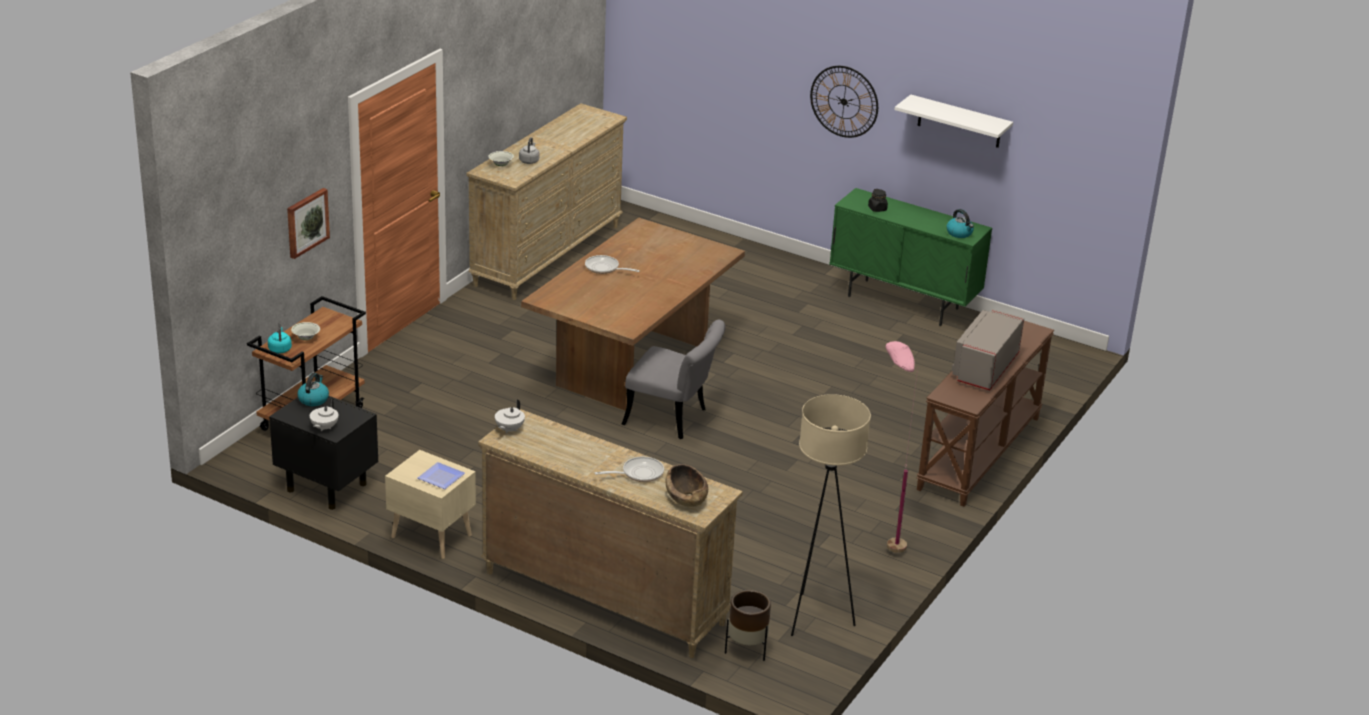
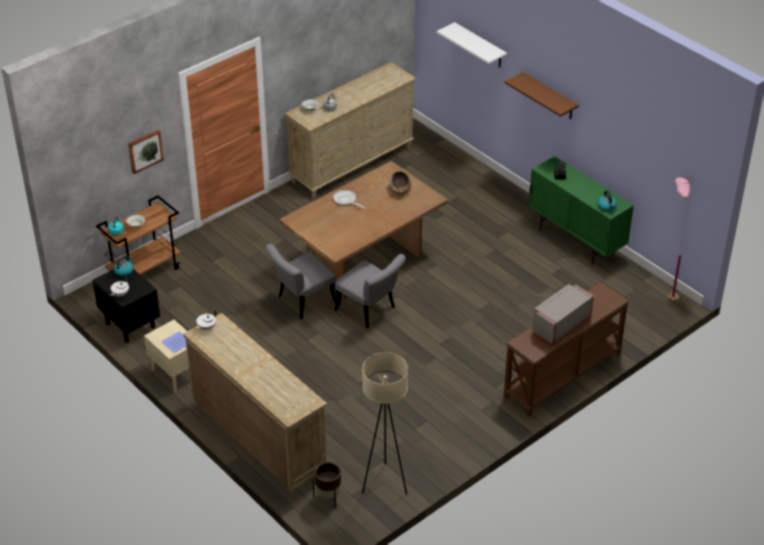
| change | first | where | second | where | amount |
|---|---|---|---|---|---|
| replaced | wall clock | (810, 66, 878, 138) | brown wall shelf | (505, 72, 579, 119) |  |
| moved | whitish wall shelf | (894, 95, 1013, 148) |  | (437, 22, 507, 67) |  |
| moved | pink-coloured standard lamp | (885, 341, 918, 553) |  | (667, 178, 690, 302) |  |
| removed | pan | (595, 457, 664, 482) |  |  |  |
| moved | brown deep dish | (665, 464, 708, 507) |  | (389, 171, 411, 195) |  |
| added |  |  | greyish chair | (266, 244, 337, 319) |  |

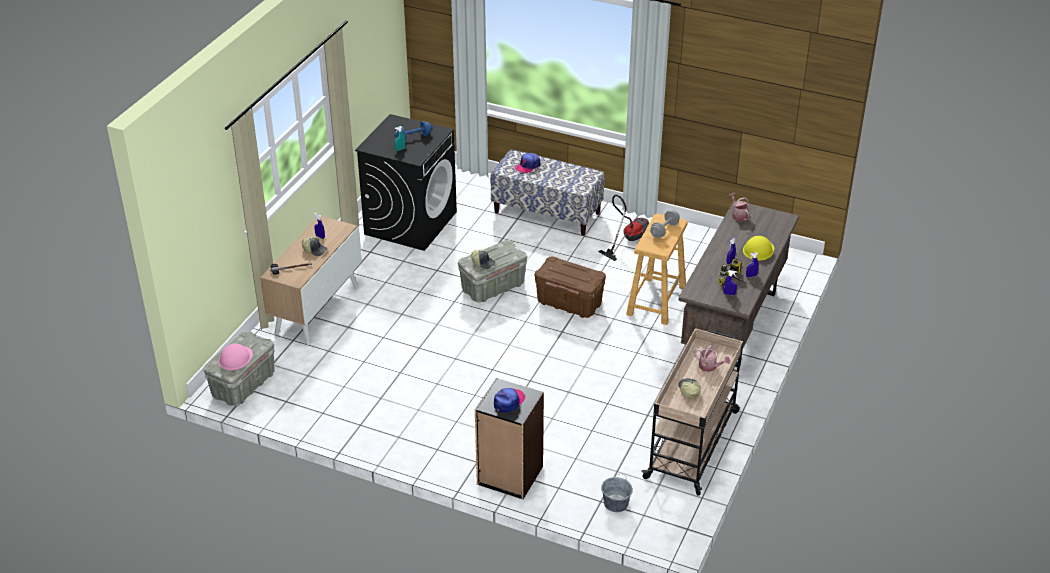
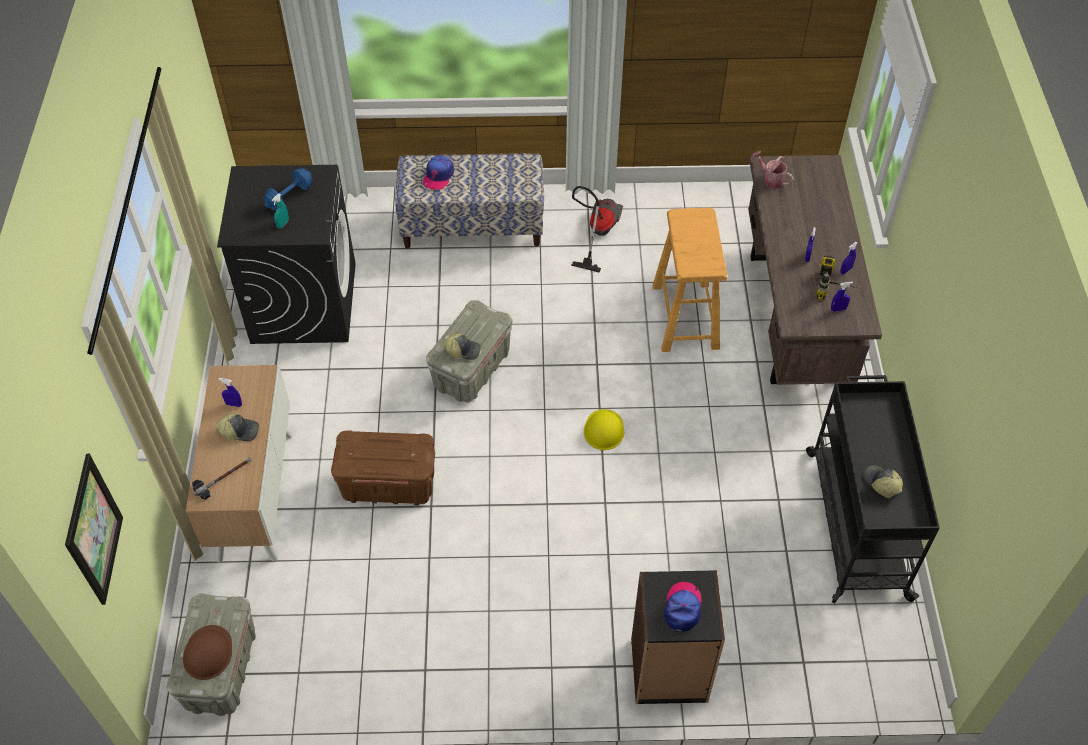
| change | first | where | second | where | amount |
|---|---|---|---|---|---|
| removed | greyish hand weight | (650, 210, 680, 238) |  |  |  |
| moved | yellow work helmet | (743, 236, 774, 261) |  | (584, 409, 624, 450) |  |
| moved | brown storage bin | (535, 256, 606, 318) |  | (331, 431, 435, 506) |  |
| recoloured | sand-coloured wheeled cart | (641, 328, 743, 495) | black-coloured wheeled cart | (806, 375, 940, 604) |  |
| recoloured | pink-coloured work helmet | (218, 343, 253, 370) | brown work helmet | (183, 625, 232, 680) |  |
| removed | watering can | (693, 345, 730, 372) |  |  |  |
| removed | greyish water bucket | (601, 474, 633, 512) |  |  |  |
| added |  |  | wall picture | (65, 454, 123, 605) |  |

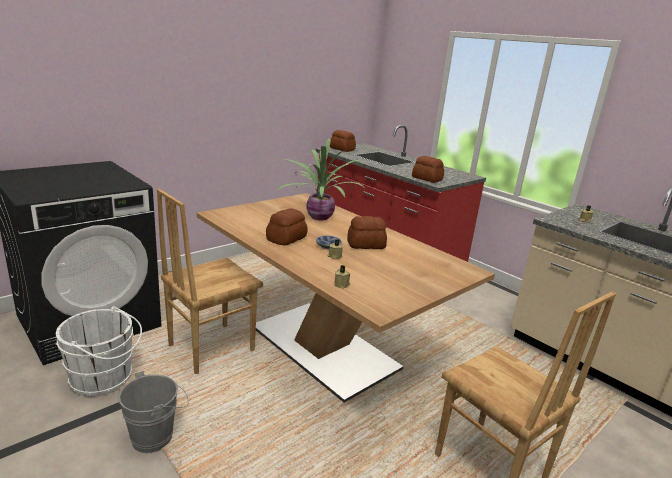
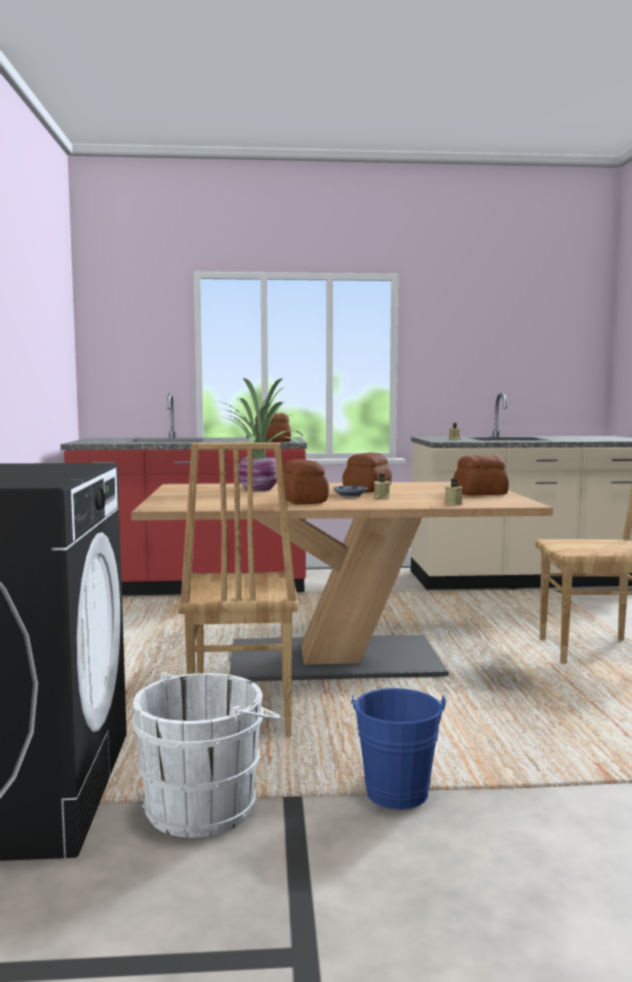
| change | first | where | second | where | amount |
|---|---|---|---|---|---|
| moved | bread | (330, 130, 356, 152) |  | (454, 455, 509, 495) |  |
| recoloured | greyish water bucket | (118, 371, 189, 453) | bluish water bucket | (351, 688, 446, 810) |  |

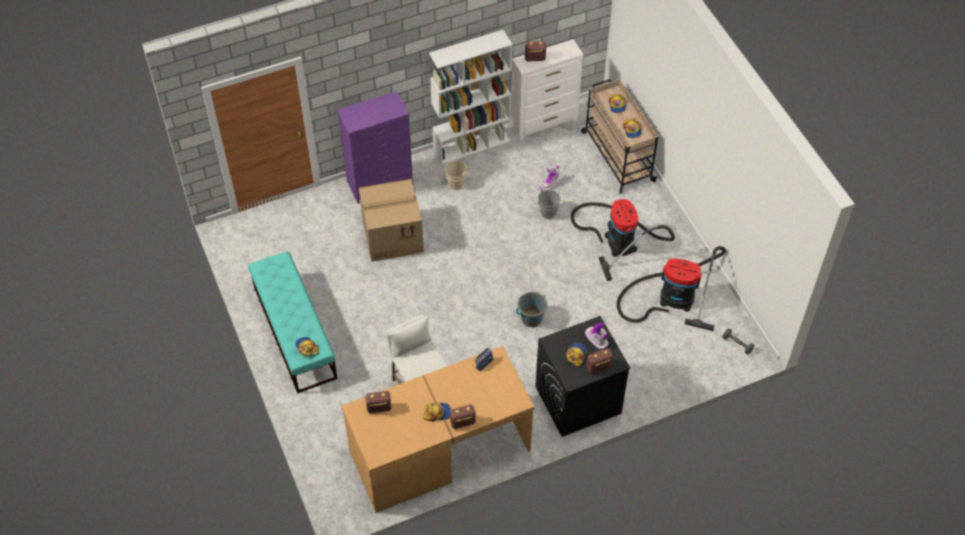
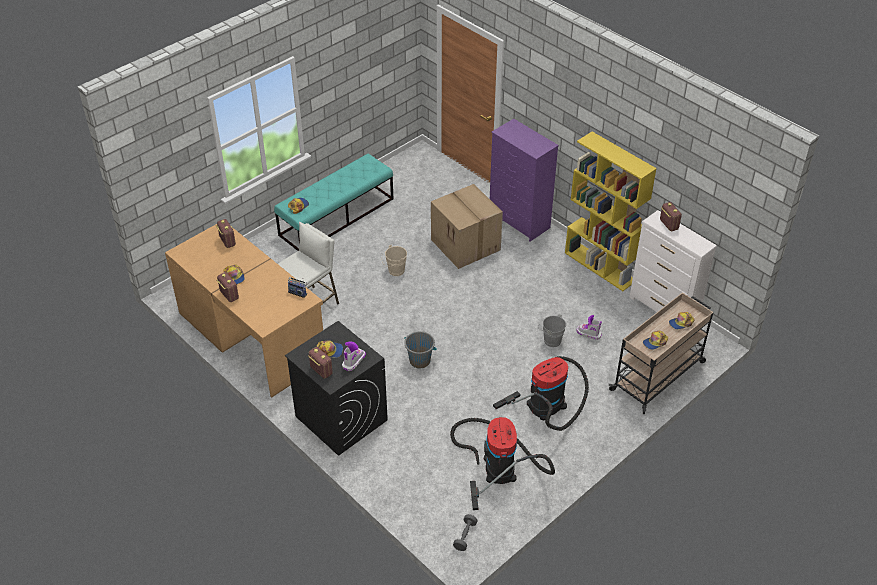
| change | first | where | second | where | amount |
|---|---|---|---|---|---|
| recoloured | whitish bookshelf | (429, 30, 512, 165) | yellow bookshelf | (565, 132, 657, 291) |  |
| moved | sand-coloured water bucket | (444, 160, 468, 190) |  | (381, 245, 407, 276) |  |

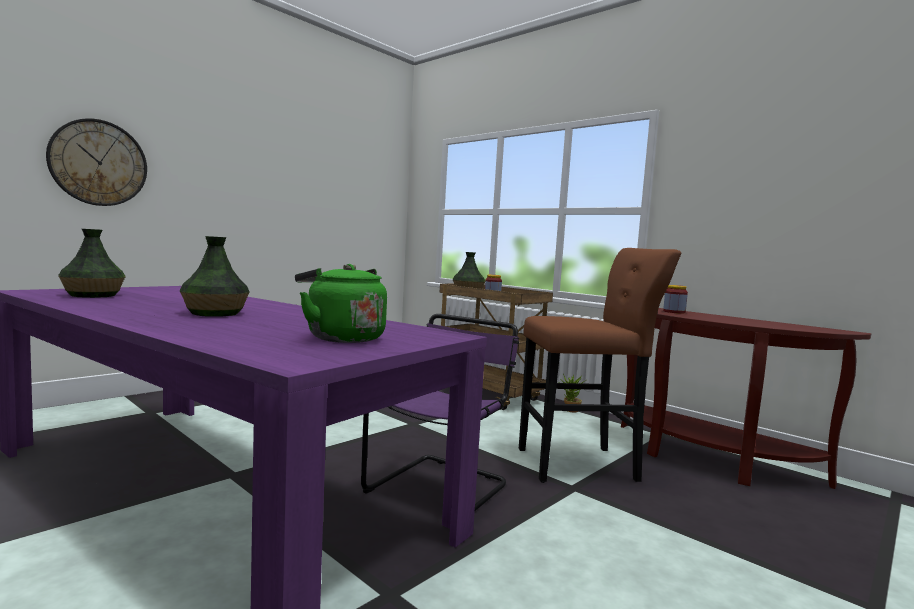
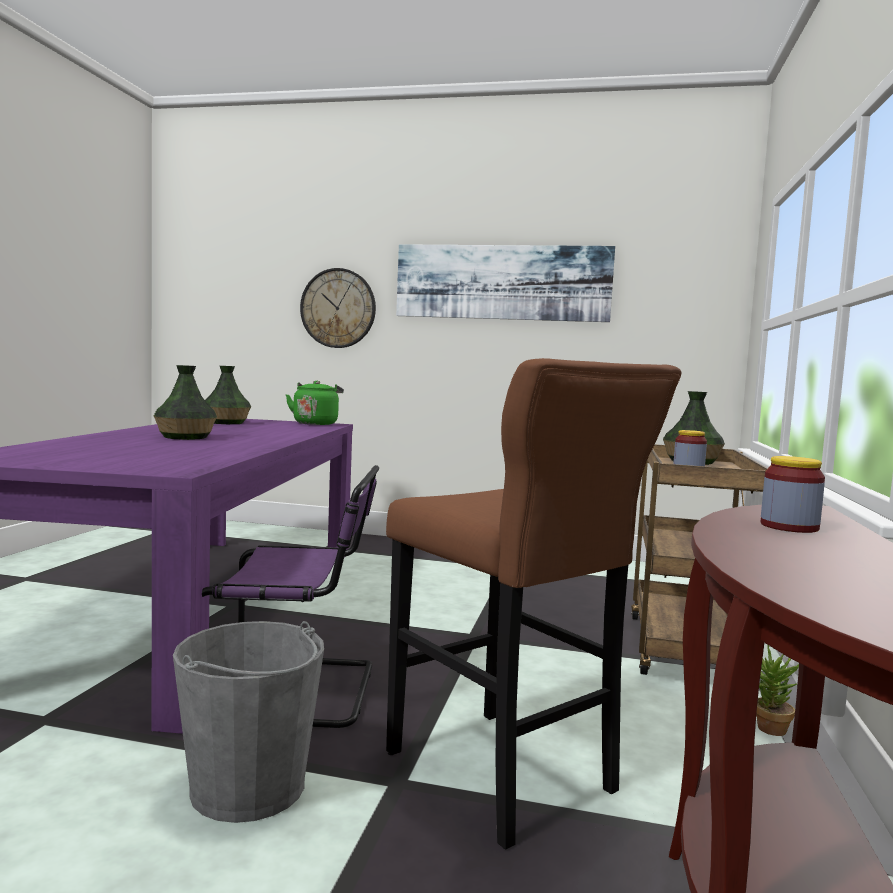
| change | first | where | second | where | amount |
|---|---|---|---|---|---|
| moved | green water kettle | (295, 264, 387, 343) |  | (286, 381, 344, 425) |  |
| added |  |  | wall picture | (396, 244, 615, 322) |  |
| added |  |  | greyish water bucket | (173, 621, 324, 823) |  |

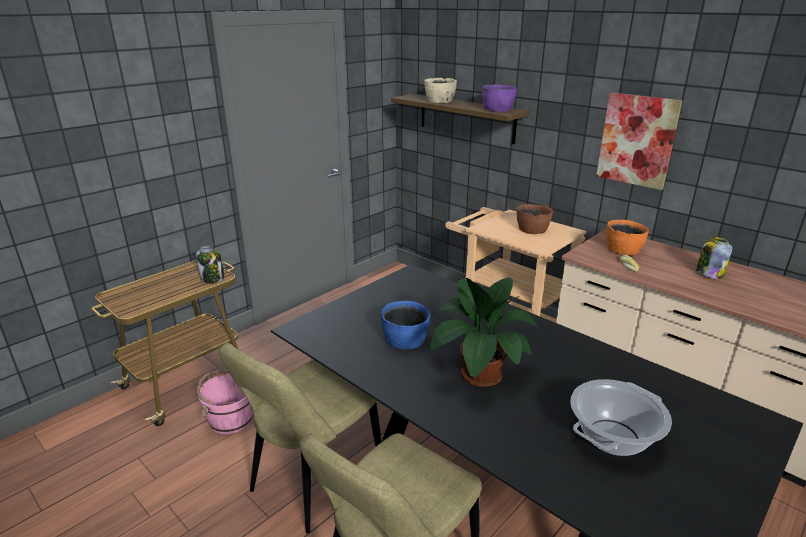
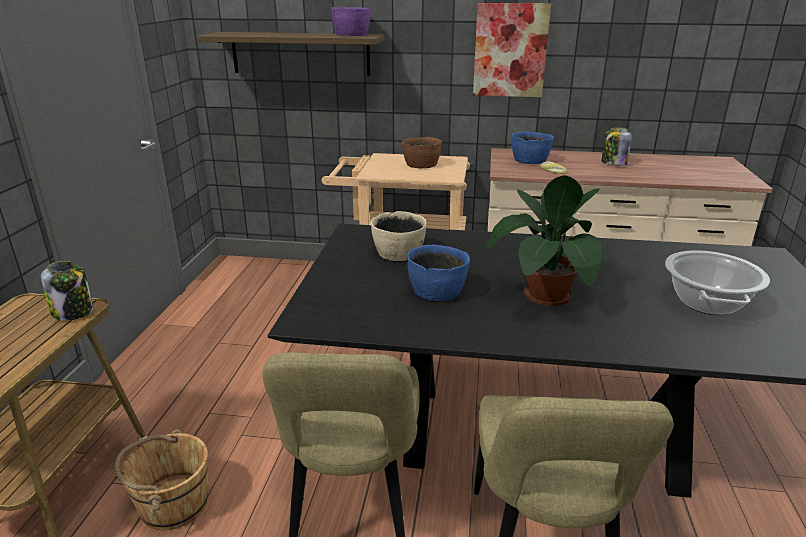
| change | first | where | second | where | amount |
|---|---|---|---|---|---|
| moved | sand-coloured deep dish | (424, 78, 457, 103) |  | (371, 211, 427, 261) |  |
| recoloured | orange-coloured deep dish | (606, 220, 649, 255) | bluish deep dish | (512, 131, 554, 164) |  |
| recoloured | pink-coloured water bucket | (197, 370, 253, 434) | brown water bucket | (115, 429, 208, 530) |  |

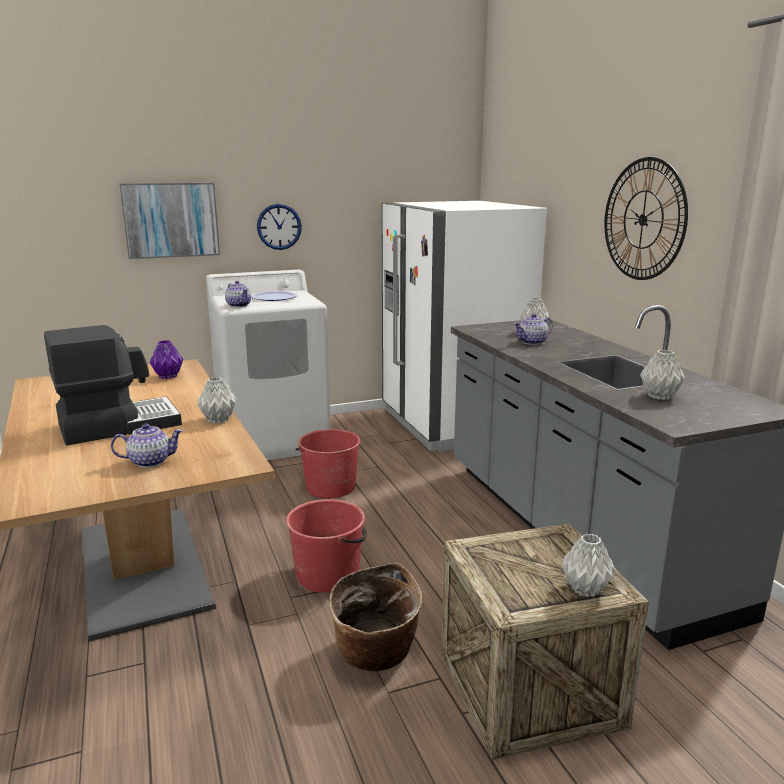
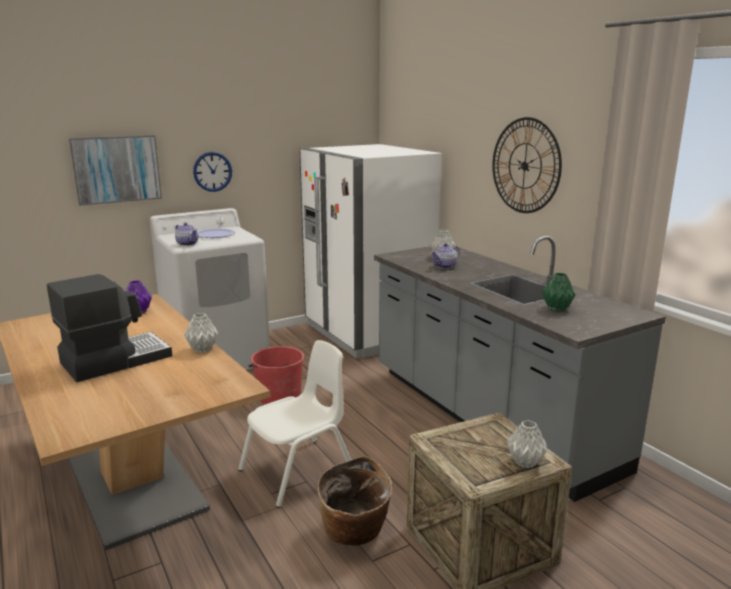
| change | first | where | second | where | amount |
|---|---|---|---|---|---|
| recoloured | greyish vase | (640, 350, 685, 400) | green vase | (542, 273, 576, 311) |  |
| removed | tea pot | (111, 423, 183, 468) |  |  |  |
| replaced | red-coloured water bucket | (286, 499, 367, 593) | whitish chair | (238, 340, 351, 508) |  |

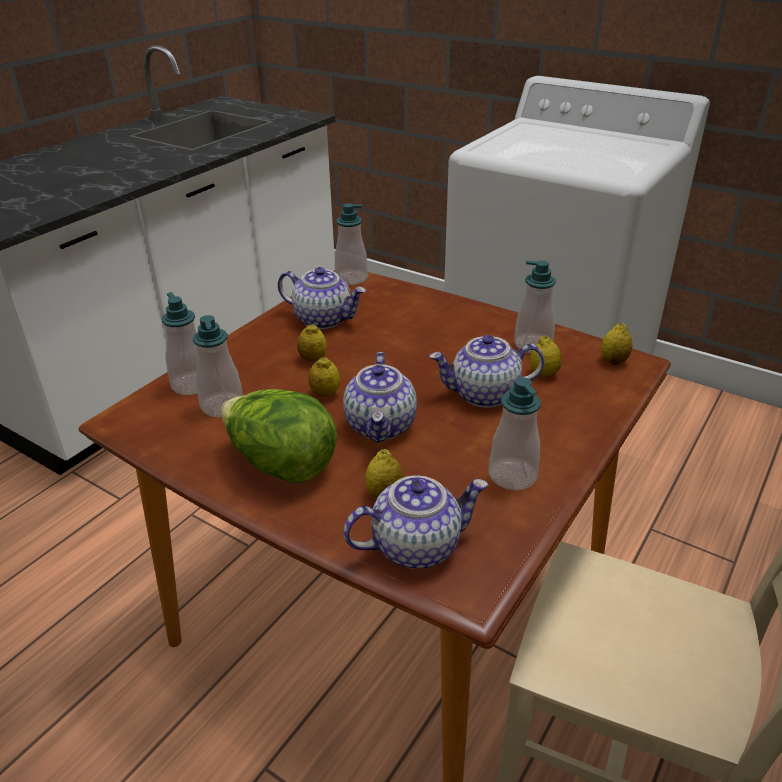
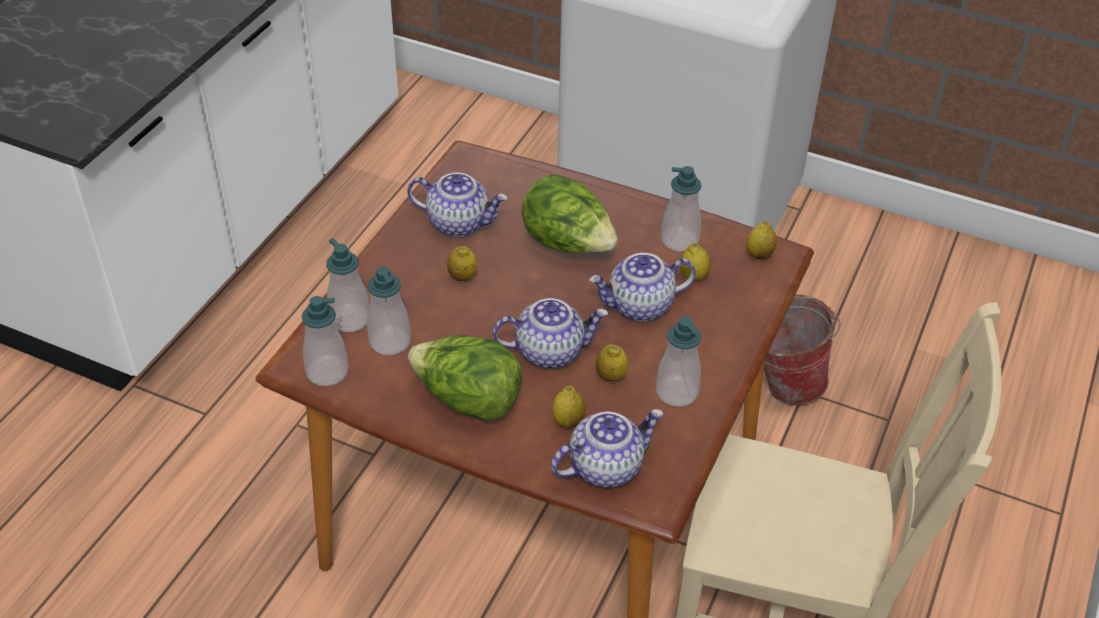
| change | first | where | second | where | amount |
|---|---|---|---|---|---|
| moved | liquid soap bottle | (335, 203, 368, 285) |  | (302, 296, 349, 386) |  |
| turned | tea pot | (343, 352, 417, 443) |  | (492, 298, 608, 368) | 90 degrees counterclockwise |
| moved | citrus fruit | (308, 357, 340, 397) |  | (596, 344, 628, 382) |  |
| added |  |  | head of lettuce | (521, 174, 618, 253) |  |
| added |  |  | water bucket | (764, 295, 841, 405) |  |

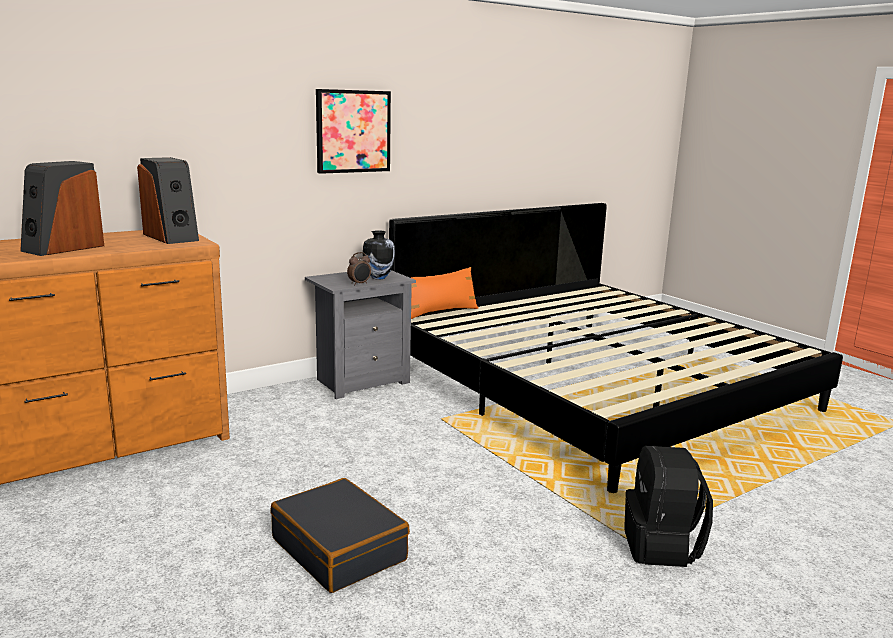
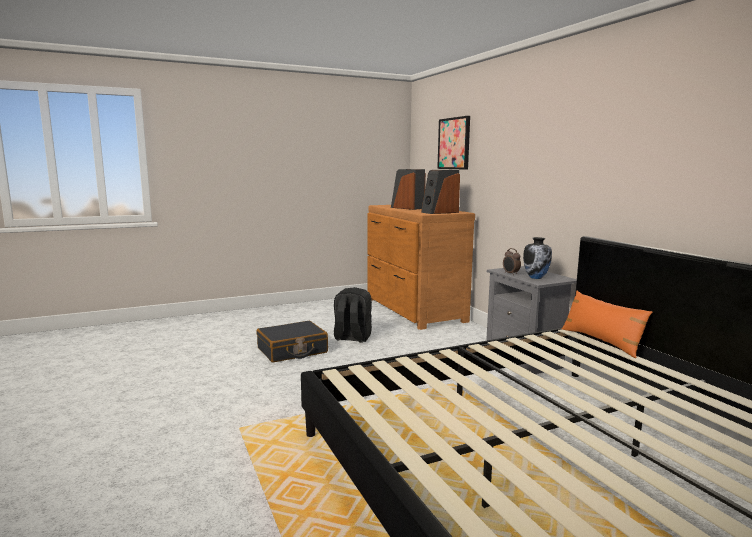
| change | first | where | second | where | amount |
|---|---|---|---|---|---|
| moved | wall picture | (316, 89, 391, 174) |  | (437, 116, 470, 170) |  |
| moved | black-coloured rucksack | (624, 446, 713, 567) |  | (334, 287, 372, 343) |  |

